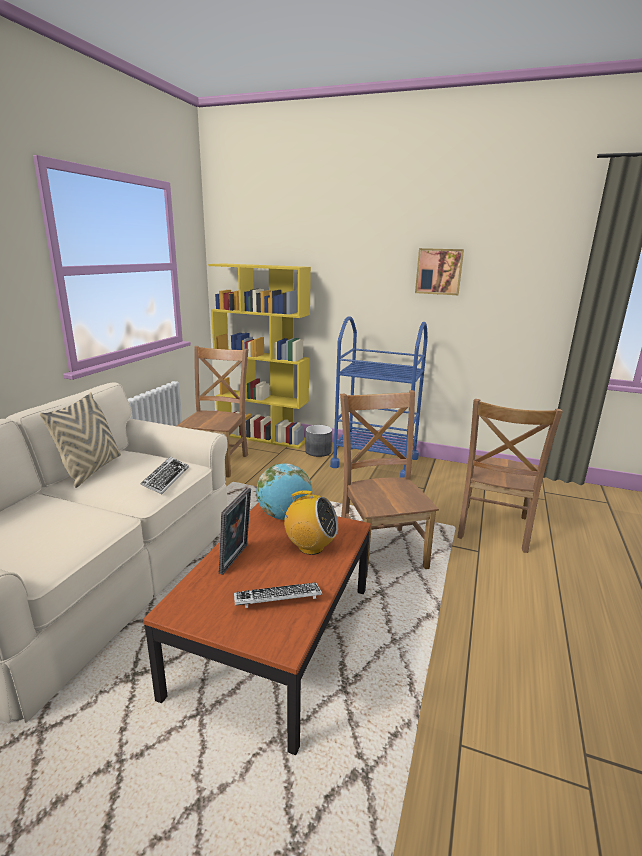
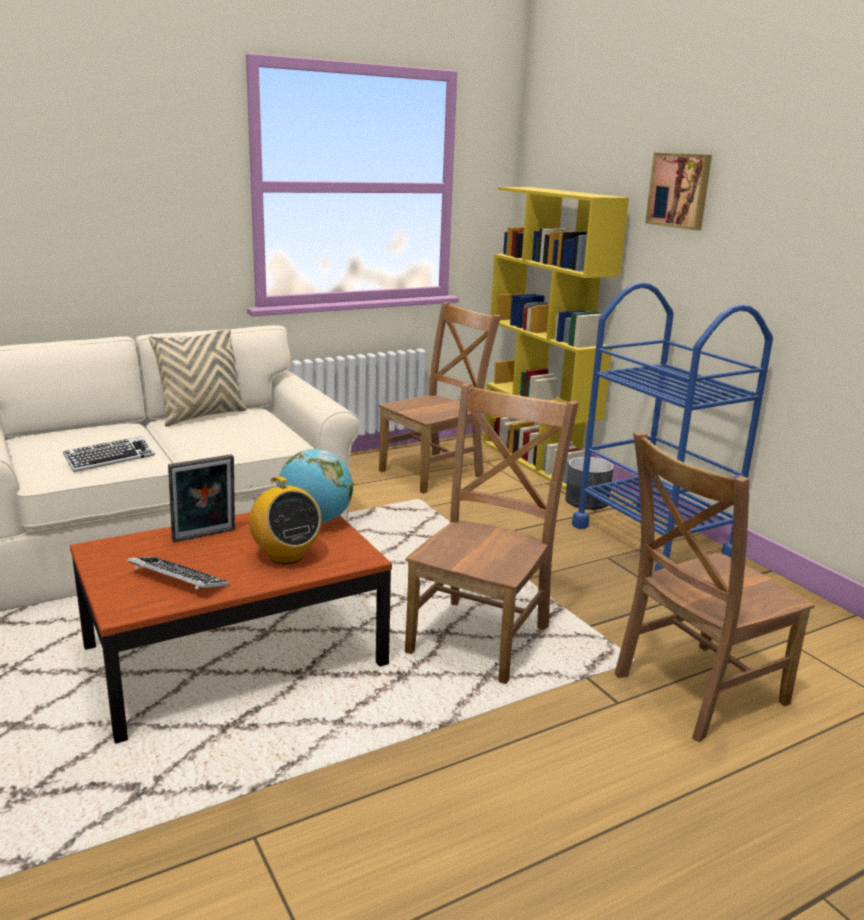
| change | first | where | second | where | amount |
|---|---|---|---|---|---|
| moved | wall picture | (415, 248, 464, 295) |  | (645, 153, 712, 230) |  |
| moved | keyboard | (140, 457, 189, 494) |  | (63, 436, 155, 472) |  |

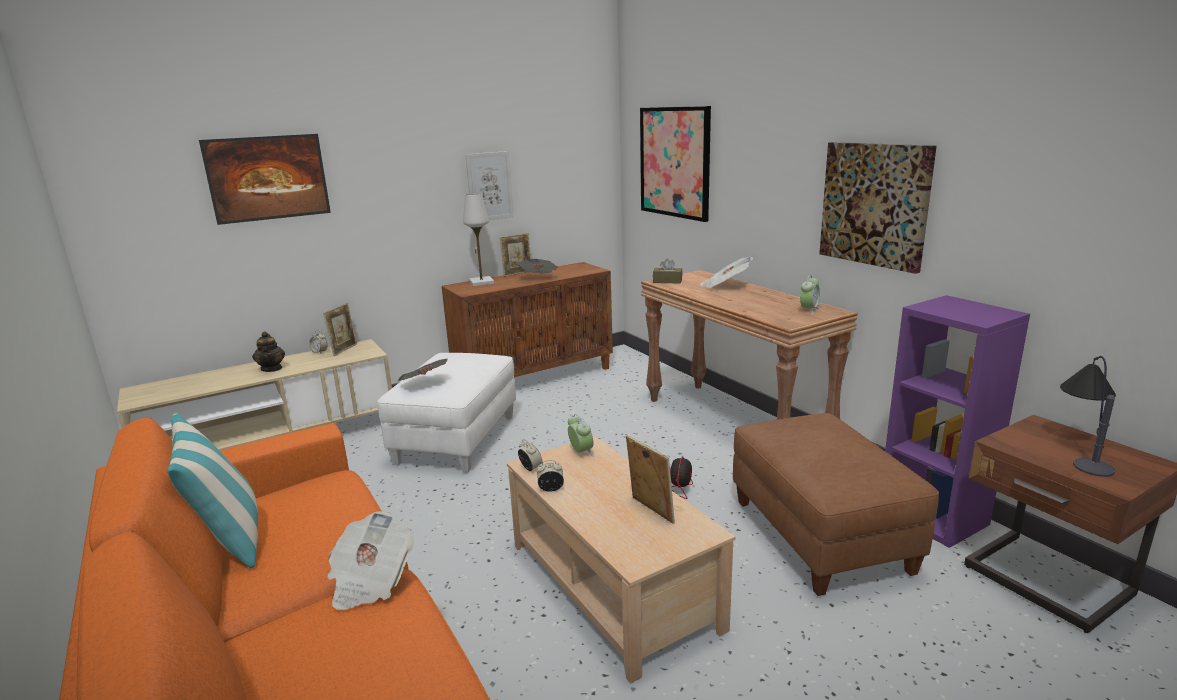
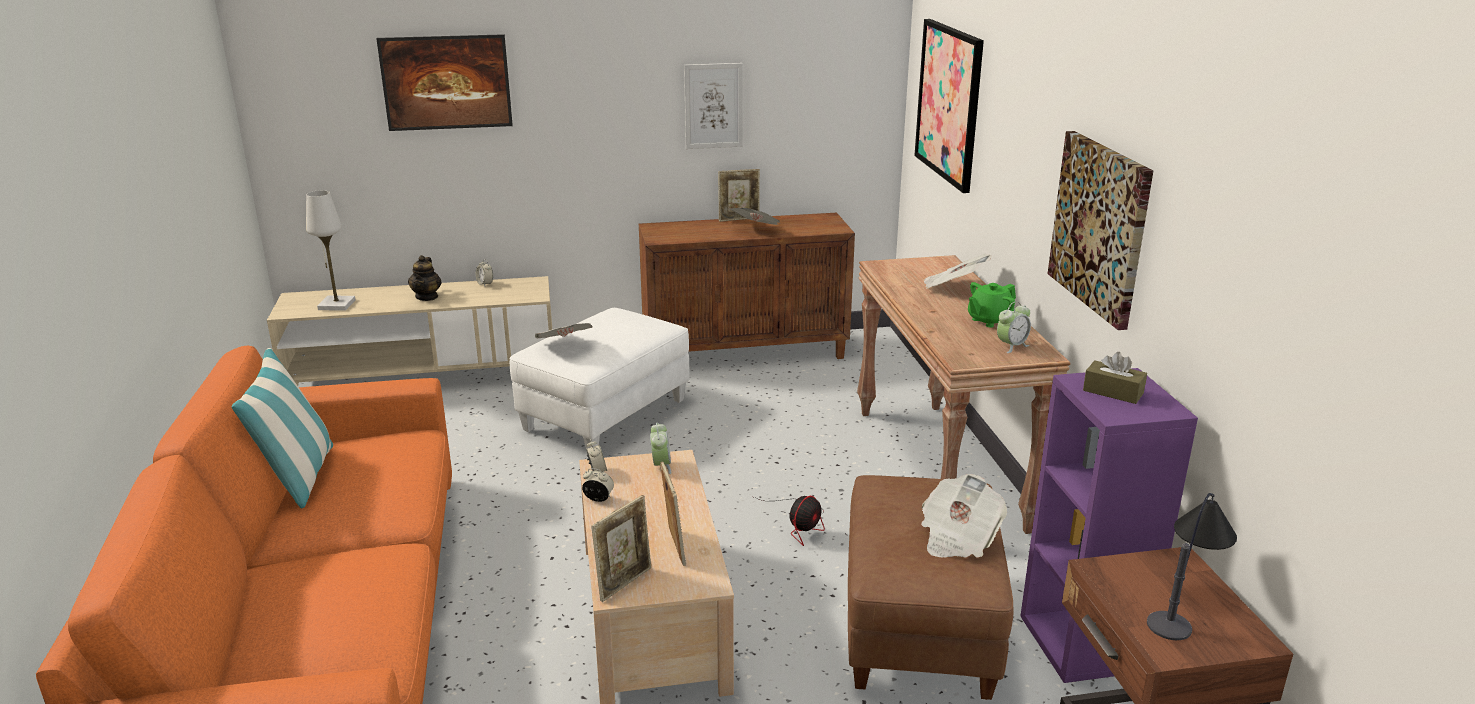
| change | first | where | second | where | amount |
|---|---|---|---|---|---|
| moved | whitish table lamp | (463, 193, 494, 286) |  | (306, 190, 356, 311) |  |
| moved | brown tissue holder | (653, 258, 682, 284) |  | (1083, 352, 1147, 404) |  |
| moved | picture frame | (323, 303, 357, 356) |  | (591, 495, 651, 602) |  |
| moved | printed paper | (328, 511, 414, 610) |  | (921, 474, 1007, 558) |  |
| added |  |  | green tea pot | (968, 282, 1016, 328) |  |

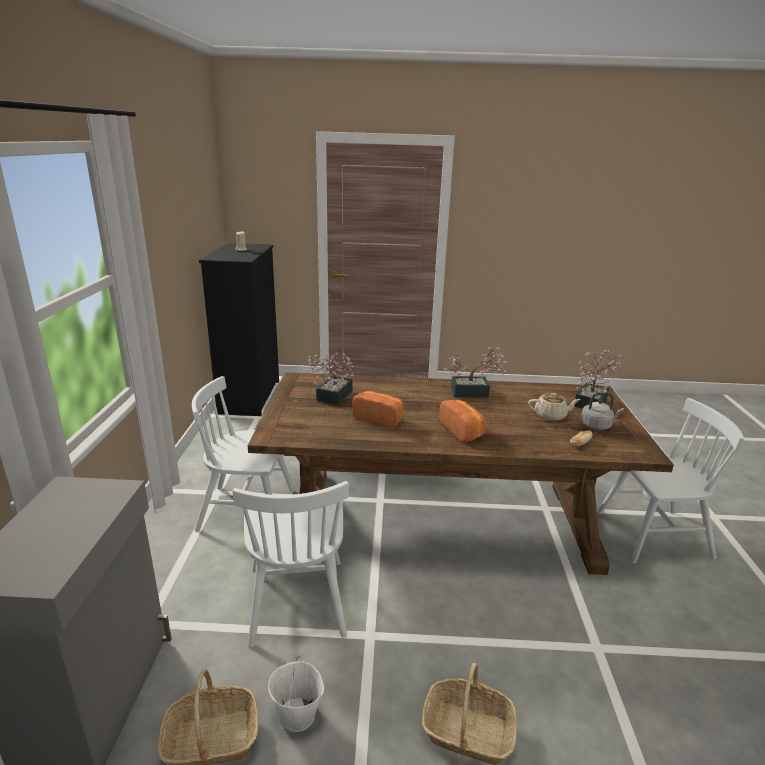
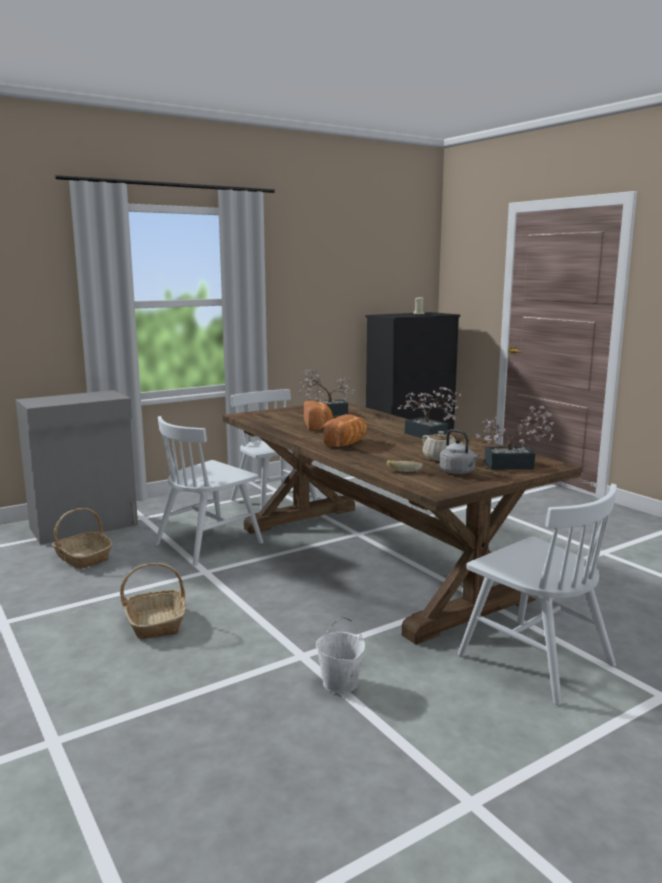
| change | first | where | second | where | amount |
|---|---|---|---|---|---|
| moved | whitish water bucket | (268, 656, 324, 732) |  | (316, 617, 365, 694) |  |

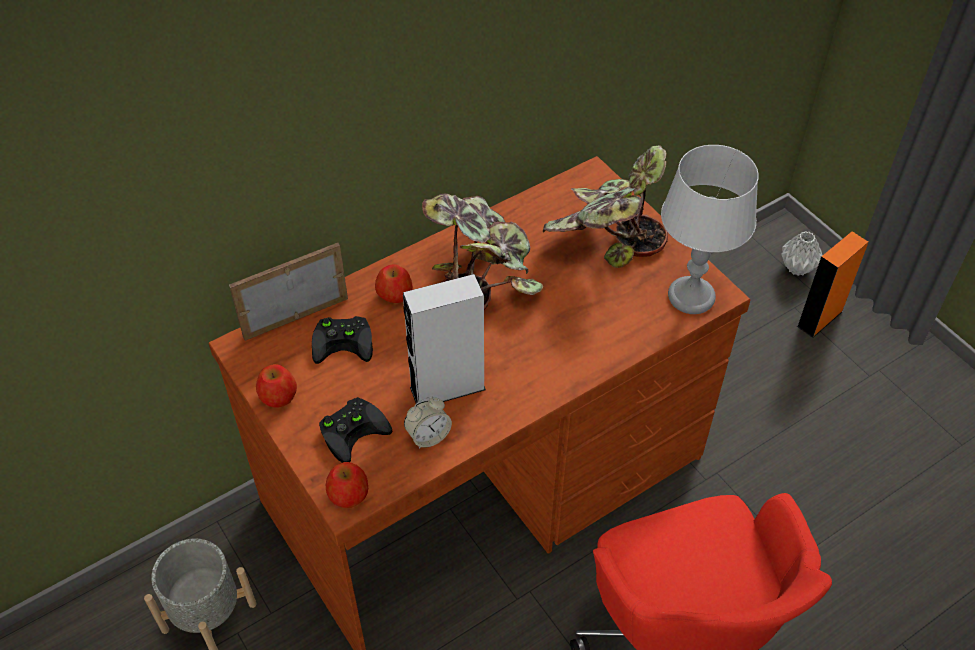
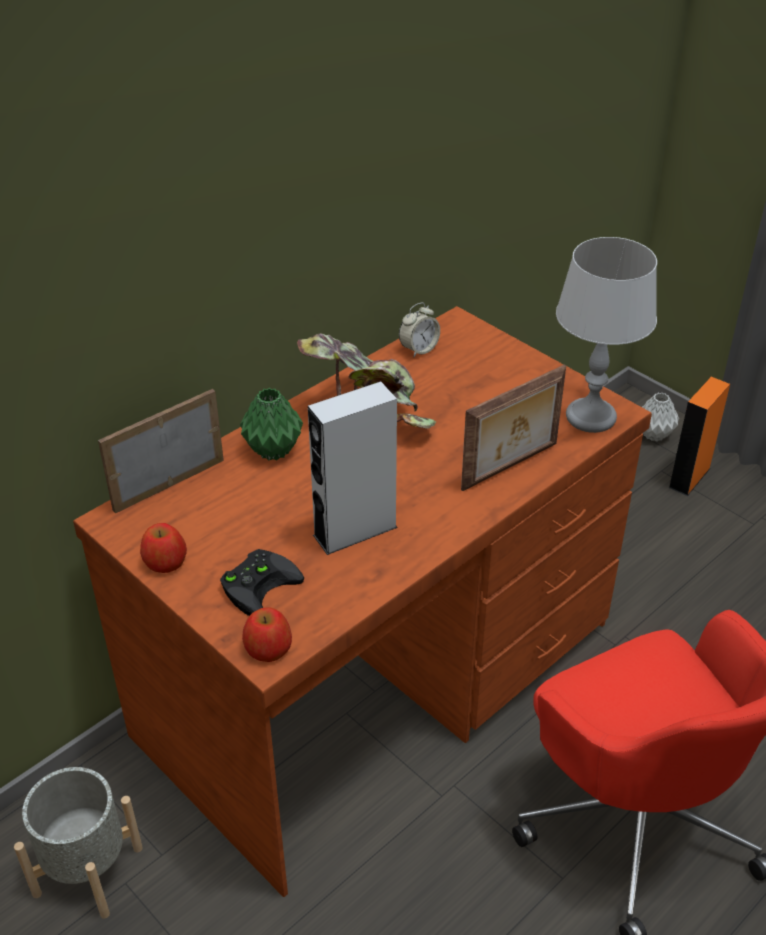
| change | first | where | second | where | amount |
|---|---|---|---|---|---|
| removed | potted plant | (543, 145, 668, 268) |  |  |  |
| replaced | apple fruit | (375, 264, 413, 303) | green vase | (240, 388, 303, 460) |  |
| removed | black-coloured joypad | (312, 316, 373, 364) |  |  |  |
| moved | bedside clock | (404, 396, 452, 448) |  | (399, 302, 440, 358) |  |
| added |  |  | picture frame | (461, 364, 566, 491) |  |

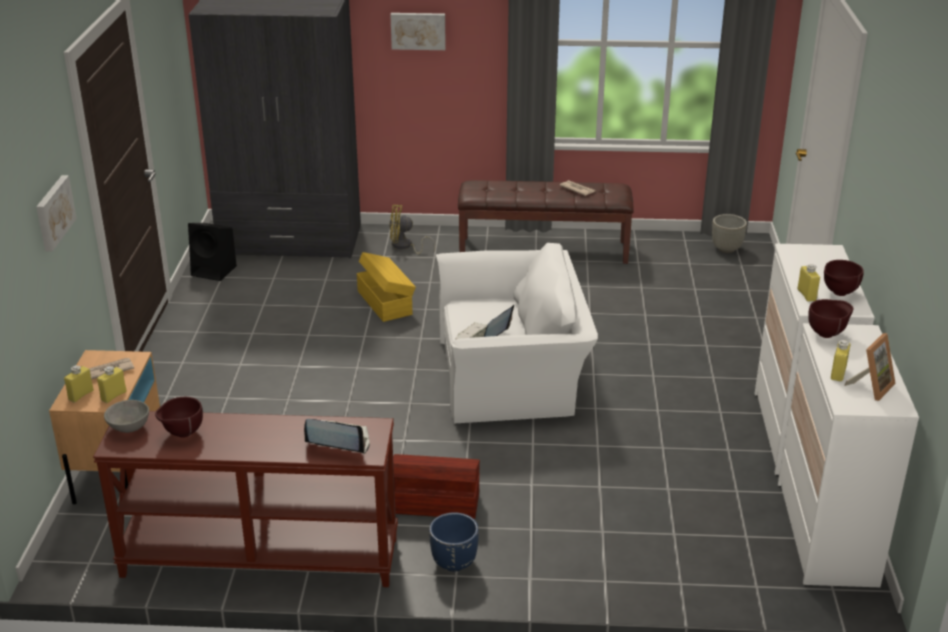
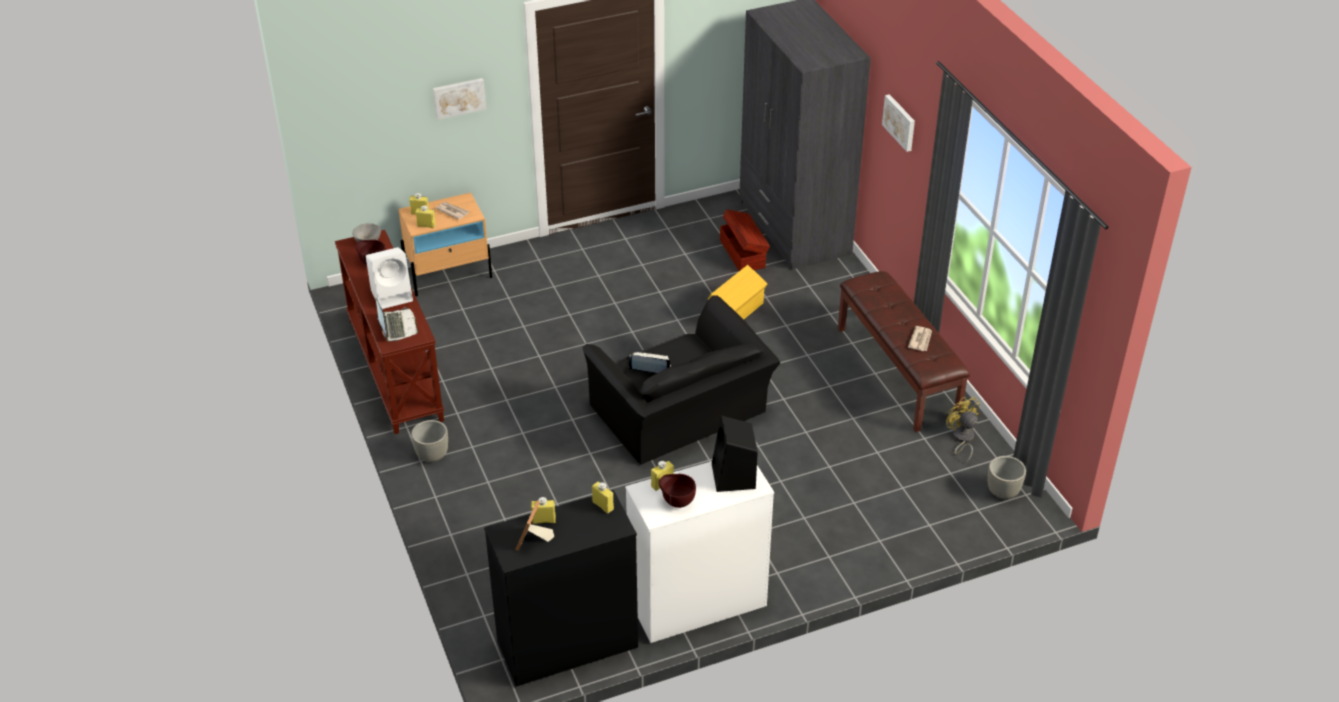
| change | first | where | second | where | amount |
|---|---|---|---|---|---|
| moved | yellow fan | (389, 205, 435, 254) |  | (946, 397, 980, 463) |  |
| moved | black-coloured loudspeaker | (188, 223, 237, 281) |  | (712, 415, 758, 492) |  |
| recoloured | whitish easy chair | (436, 243, 598, 424) | black-coloured easy chair | (582, 295, 780, 465) |  |
| replaced | brown deep dish | (808, 299, 853, 338) | yellow drink bottle | (592, 481, 614, 514) |  |
| recoloured | whitish chest of drawers | (778, 323, 919, 588) | black-coloured chest of drawers | (484, 490, 638, 687) |  |
| turned | picture frame | (844, 333, 896, 401) |  | (515, 500, 554, 551) | 90 degrees clockwise |
| moved | brown storage bin | (393, 454, 480, 519) |  | (720, 209, 770, 271) |  |
| recoloured | bluish flower pot | (429, 512, 479, 572) | greyish flower pot | (411, 420, 448, 462) |  |
| added |  |  | whitish loudspeaker | (366, 247, 413, 309) |  |

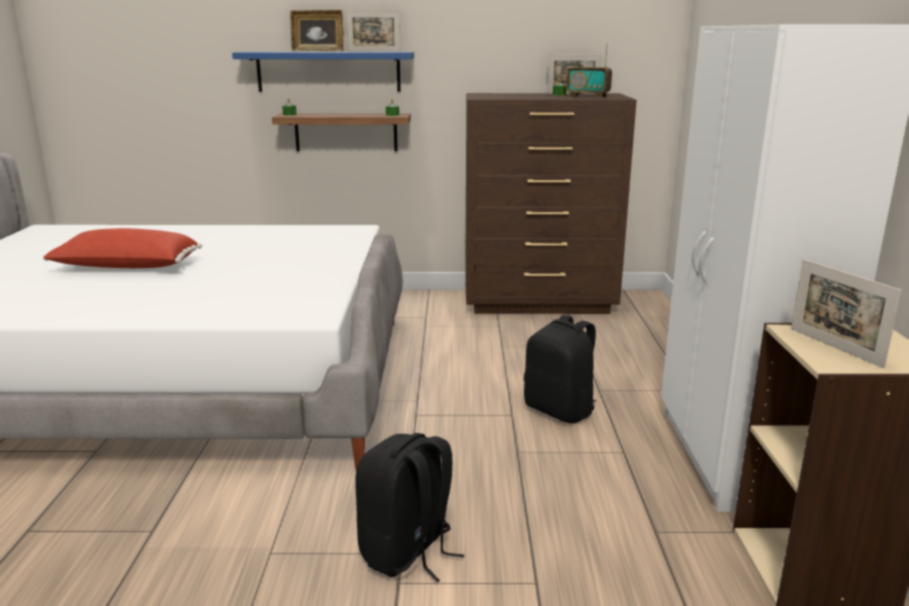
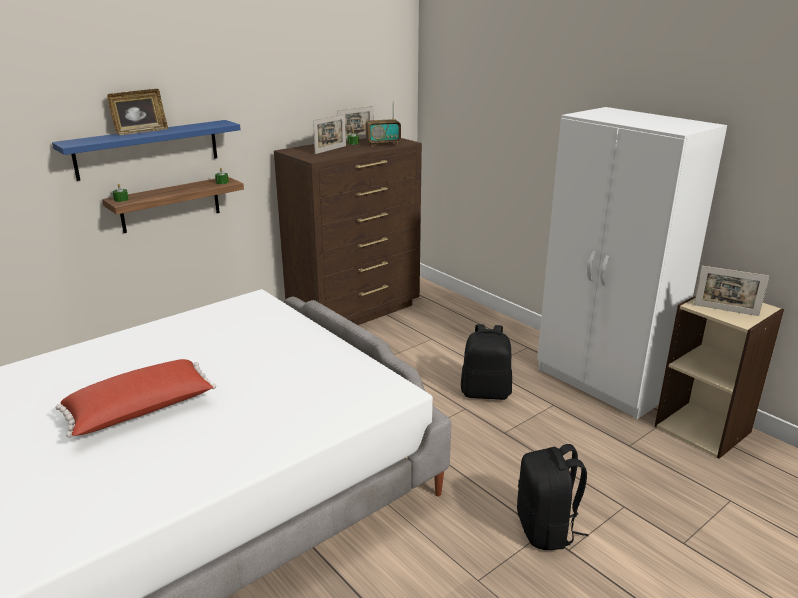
| change | first | where | second | where | amount |
|---|---|---|---|---|---|
| moved | picture frame | (346, 11, 400, 52) |  | (313, 113, 346, 154) |  |

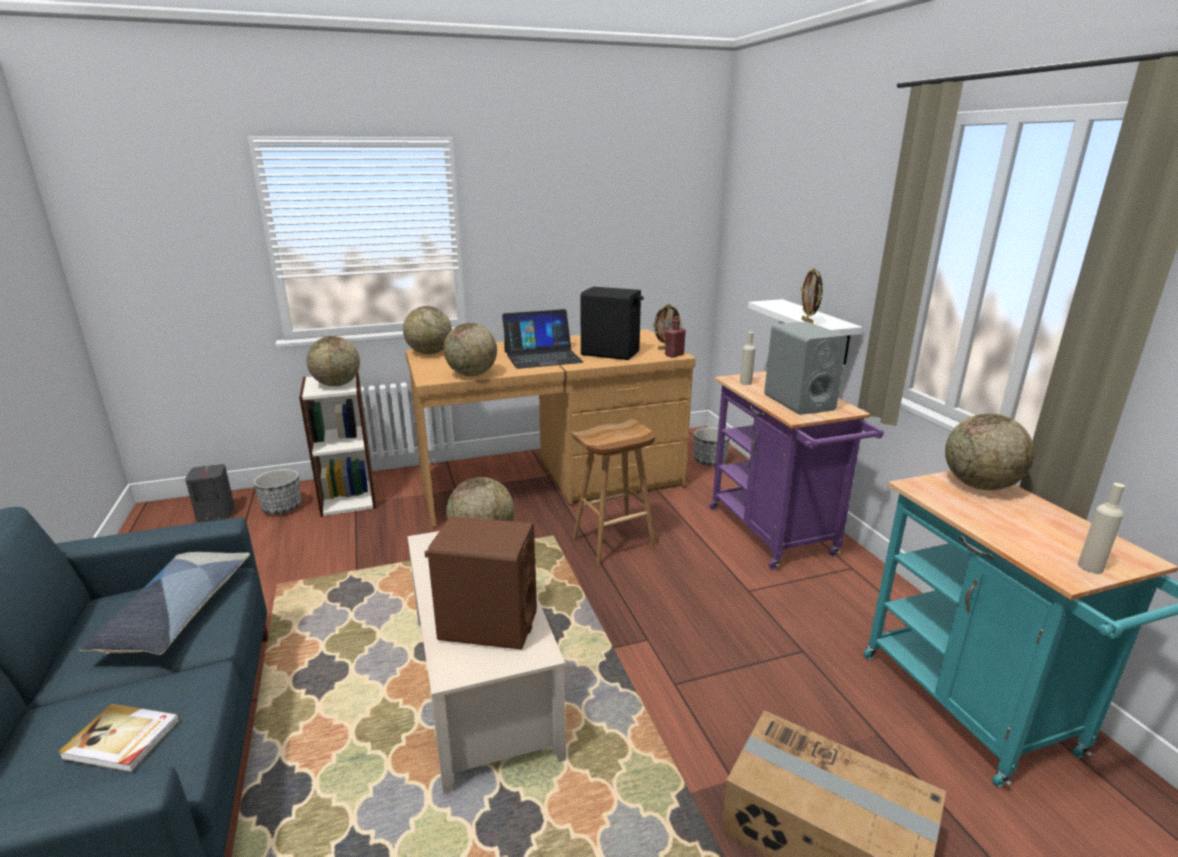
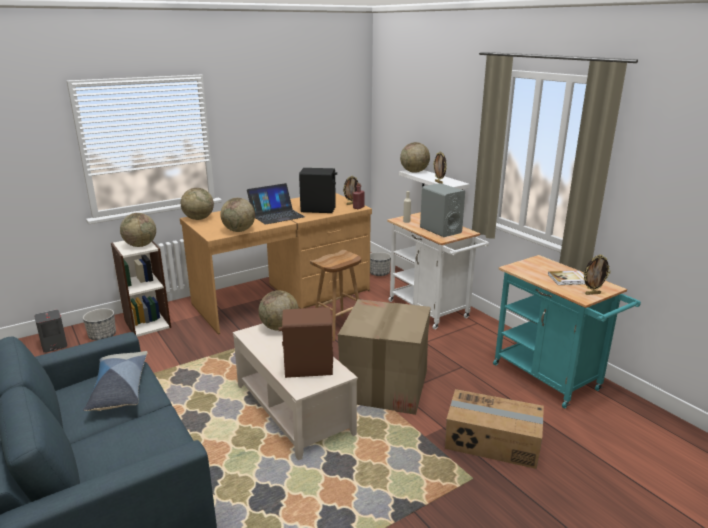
| change | first | where | second | where | amount |
|---|---|---|---|---|---|
| recoloured | purple-coloured wheeled cart | (709, 371, 884, 569) | whitish wheeled cart | (387, 212, 489, 329) |  |
| moved | desk globe | (945, 413, 1034, 490) |  | (400, 142, 430, 173) |  |
| replaced | sand-coloured drink bottle | (1078, 483, 1125, 574) | picture frame | (583, 255, 611, 295) |  |
| moved | book | (58, 704, 180, 772) |  | (548, 270, 585, 285) |  |
| added |  |  | packing box | (338, 299, 431, 415) |  |

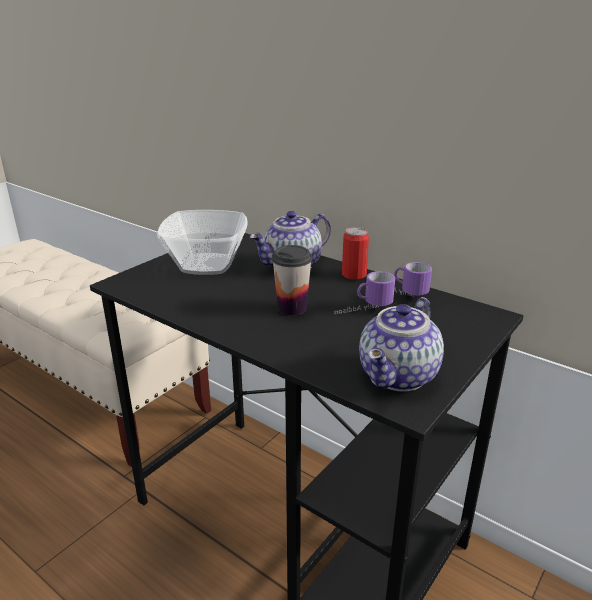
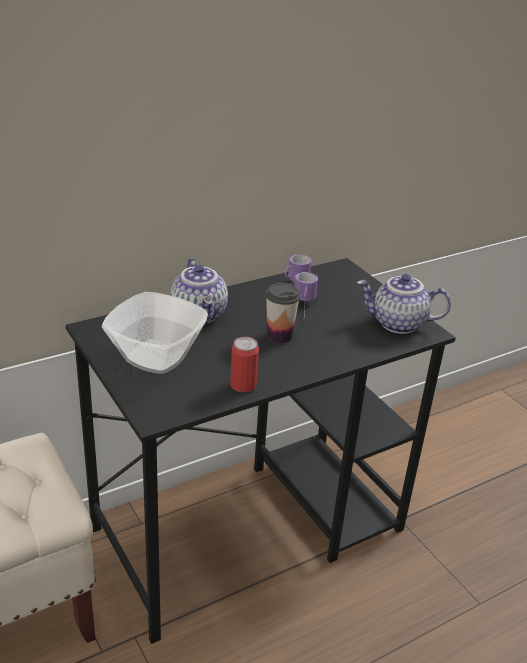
| change | first | where | second | where | amount |
|---|---|---|---|---|---|
| moved | sealed can | (342, 227, 369, 280) |  | (230, 337, 259, 393) |  |
| turned | tea pot | (359, 297, 444, 392) |  | (357, 274, 451, 334) | 135 degrees clockwise |

